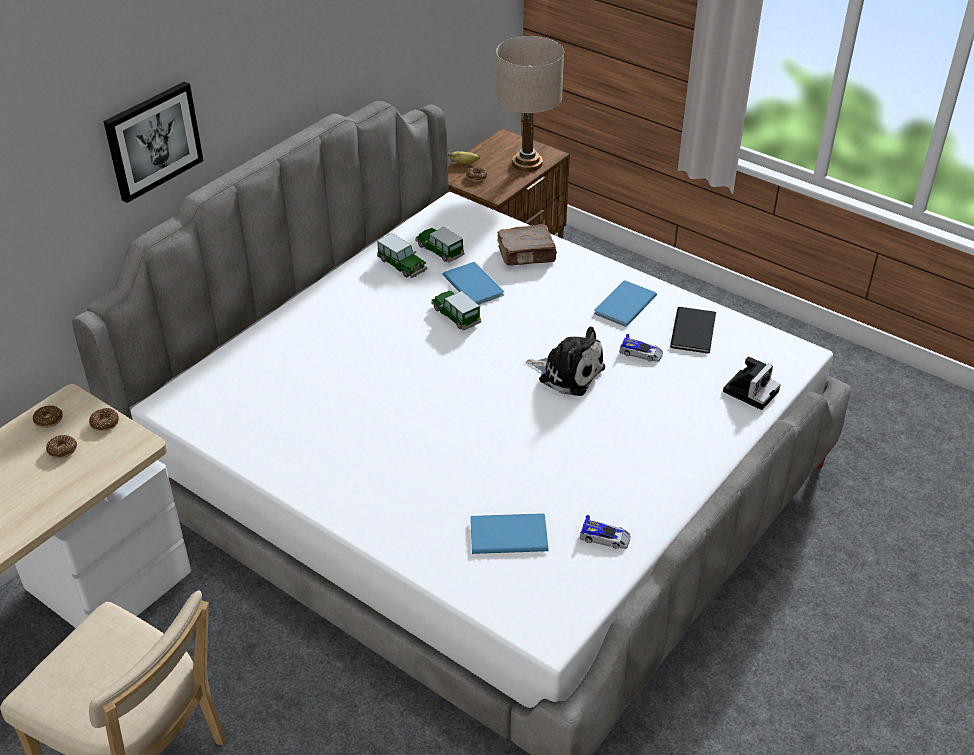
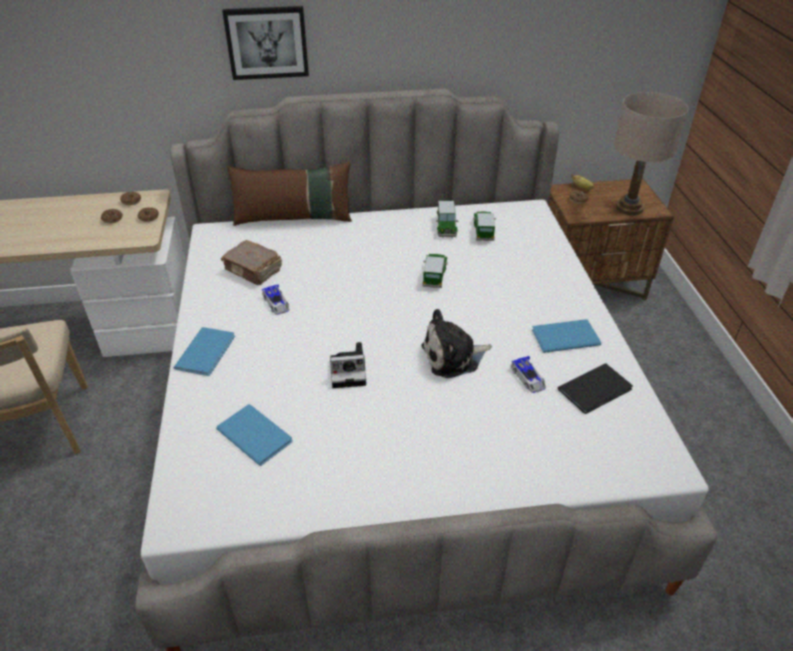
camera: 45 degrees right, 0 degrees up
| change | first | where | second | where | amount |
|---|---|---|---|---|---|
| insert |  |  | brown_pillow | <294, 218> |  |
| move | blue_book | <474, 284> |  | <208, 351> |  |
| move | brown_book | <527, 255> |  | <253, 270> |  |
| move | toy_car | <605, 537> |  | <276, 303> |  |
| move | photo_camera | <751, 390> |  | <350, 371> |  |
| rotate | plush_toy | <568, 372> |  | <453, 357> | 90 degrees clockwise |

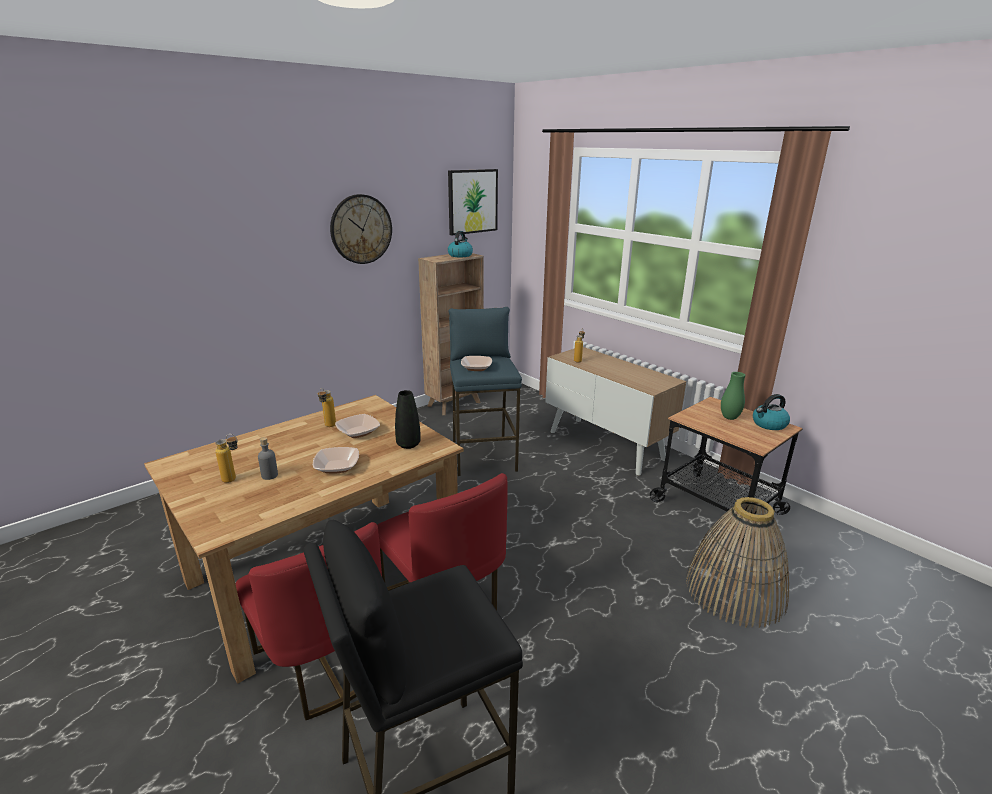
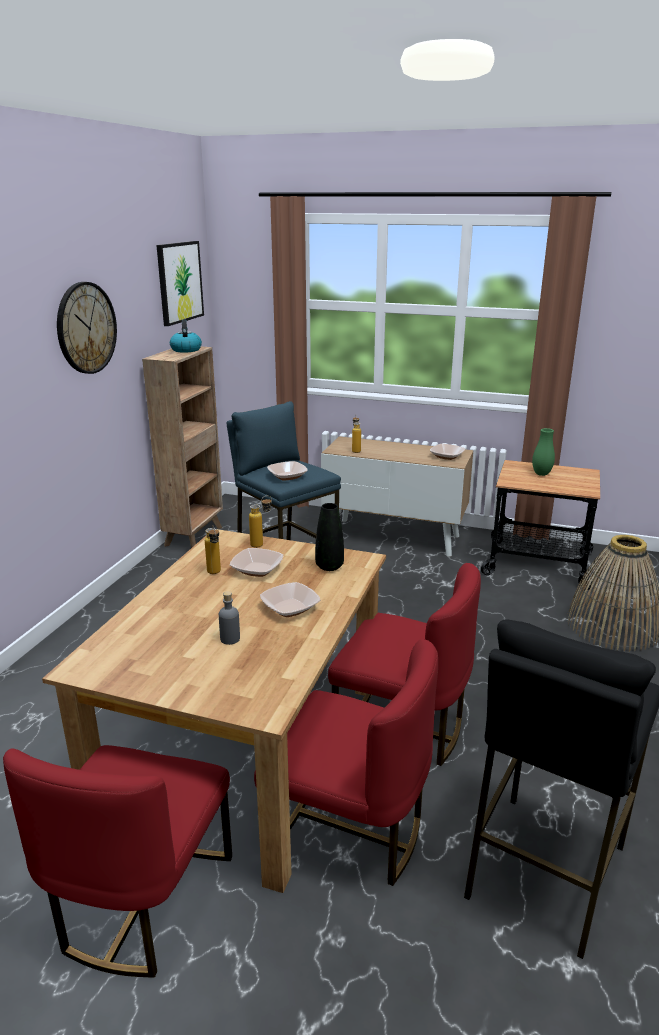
camera: 30 degrees left, 0 degrees up
| change | first | where | second | where | amount |
|---|---|---|---|---|---|
| delete | kettle | <769, 424> |  |  |  |
| insert |  |  | red_chair | <141, 900> |  |
| insert |  |  | bowl | <447, 456> |  |
| move | bottle | <234, 480> |  | <262, 544> |  |

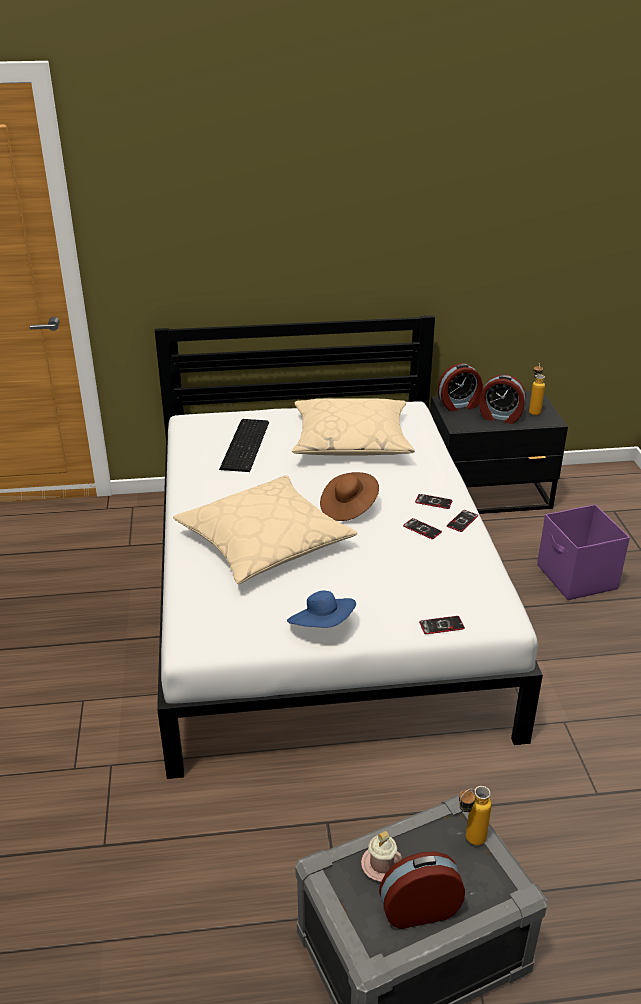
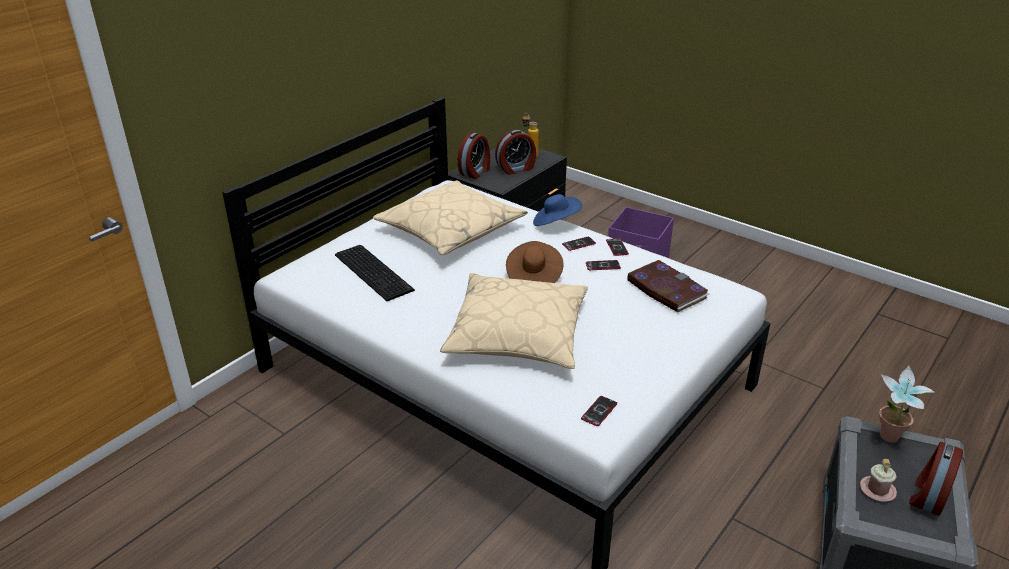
camera: 45 degrees left, 0 degrees up
| change | first | where | second | where | amount |
|---|---|---|---|---|---|
| insert |  |  | book | <666, 289> |  |
| move | blue_hat | <322, 626> |  | <555, 223> |  |
| move | phone | <441, 626> |  | <599, 411> |  |
| replace | bottle | <468, 841> | potted_plant | <888, 441> |  |

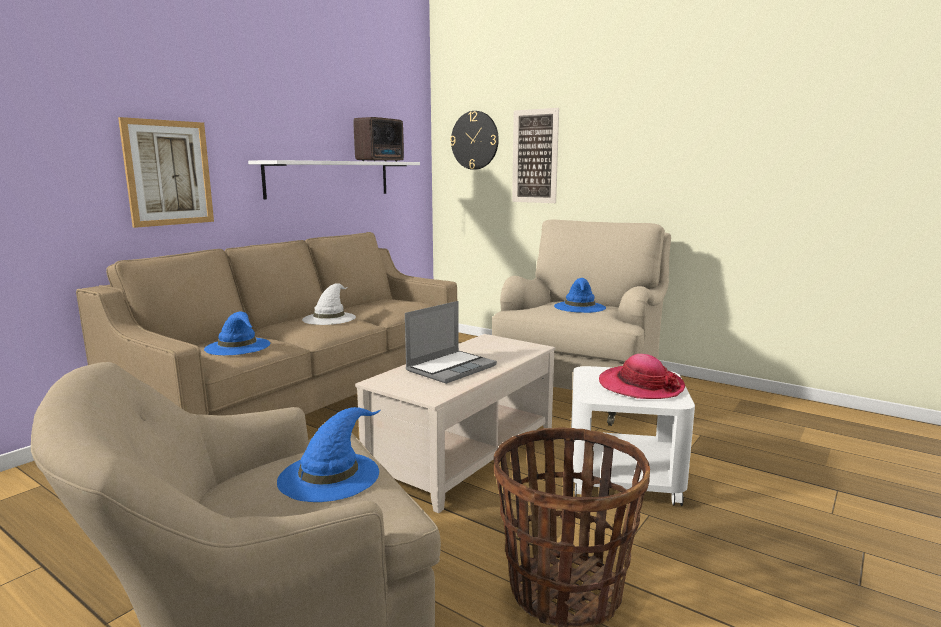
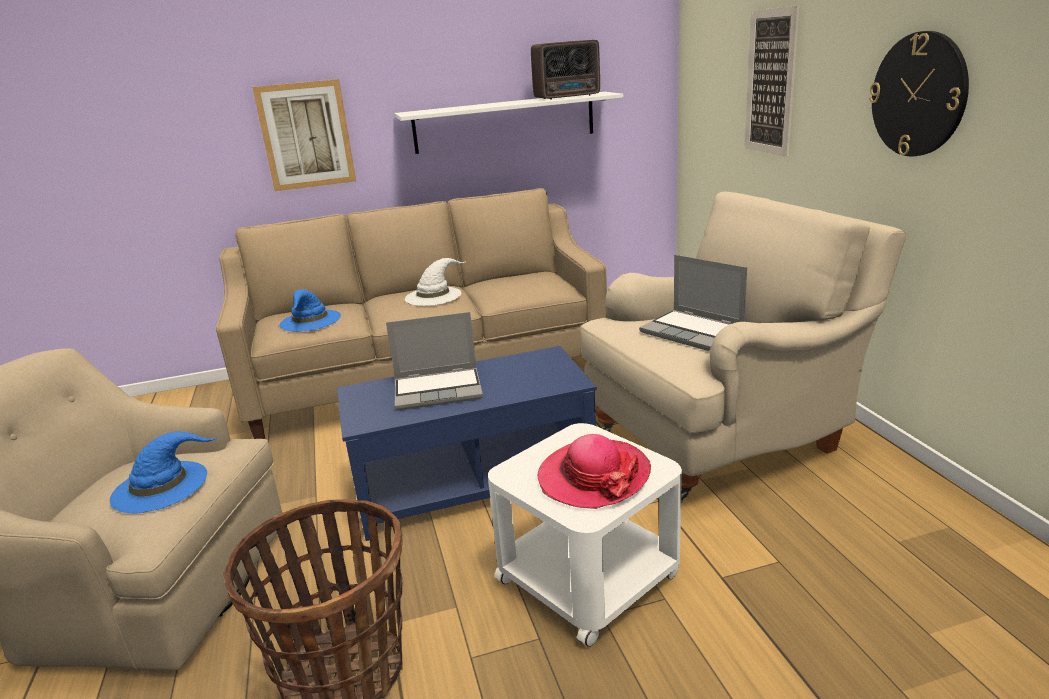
camera: 40 degrees right, 10 degrees up
| change | first | where | second | where | amount |
|---|---|---|---|---|---|
| move | wall_clock | <474, 140> |  | <918, 95> |  |
| replace | blue_hat | <580, 307> | laptop | <693, 332> |  |
| recolor | beige_coffee_table | <464, 454> | blue_coffee_table | <474, 483> |  |

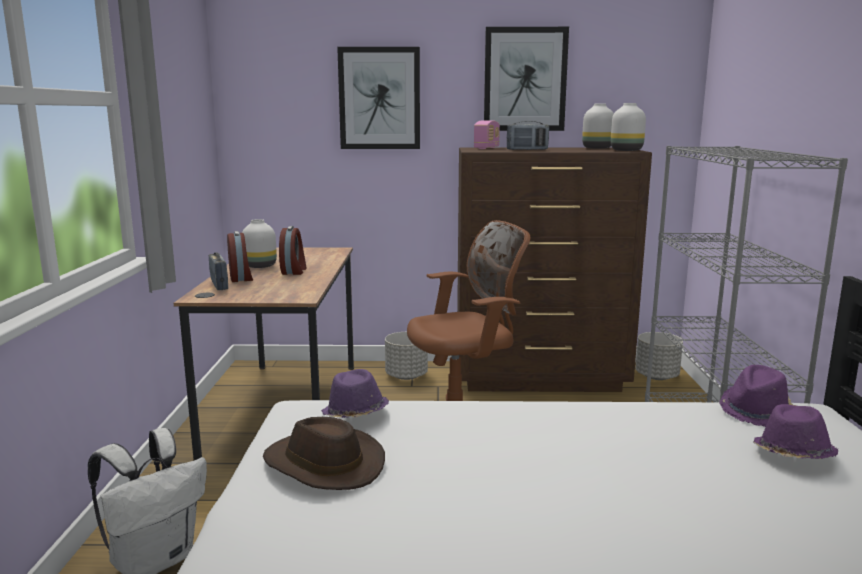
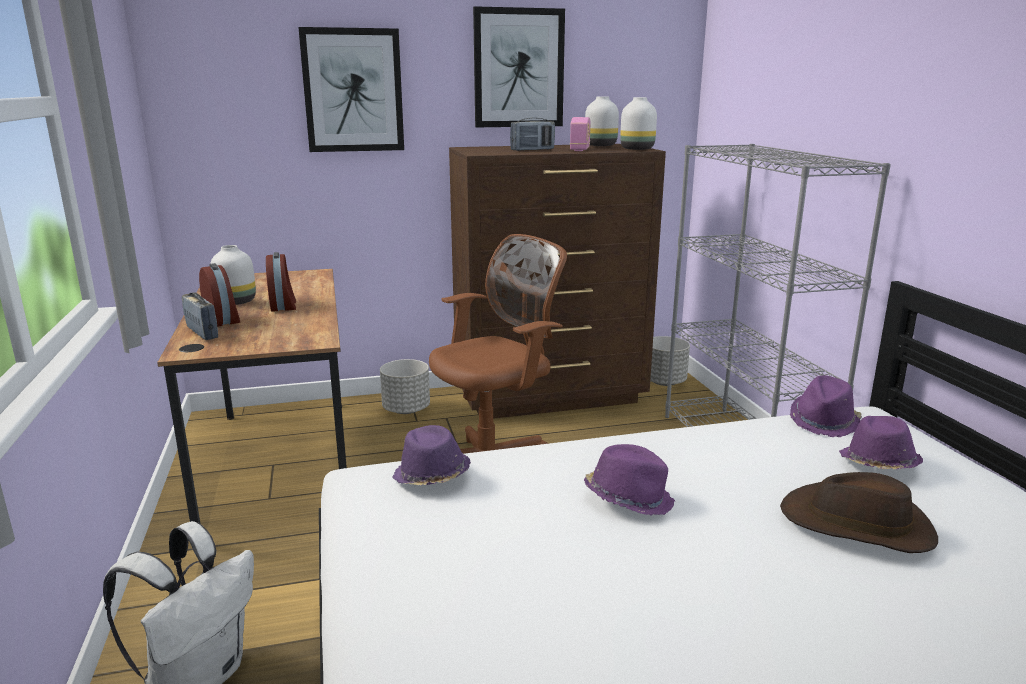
camera: 15 degrees left, 5 degrees up
| change | first | where | second | where | amount |
|---|---|---|---|---|---|
| insert |  |  | purple_hat | <628, 498> |  |
| move | brown_hat | <322, 465> |  | <857, 525> |  |
| move | radio | <486, 148> |  | <580, 149> |  |

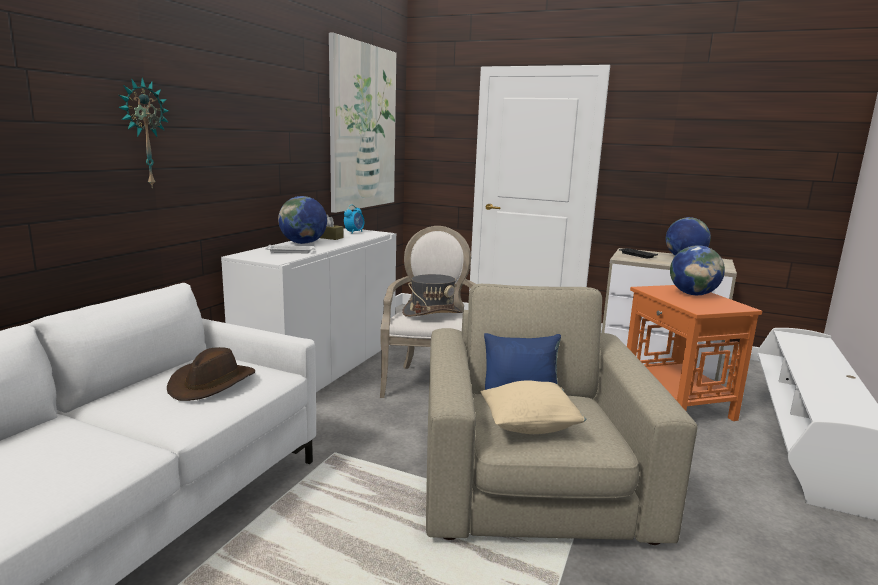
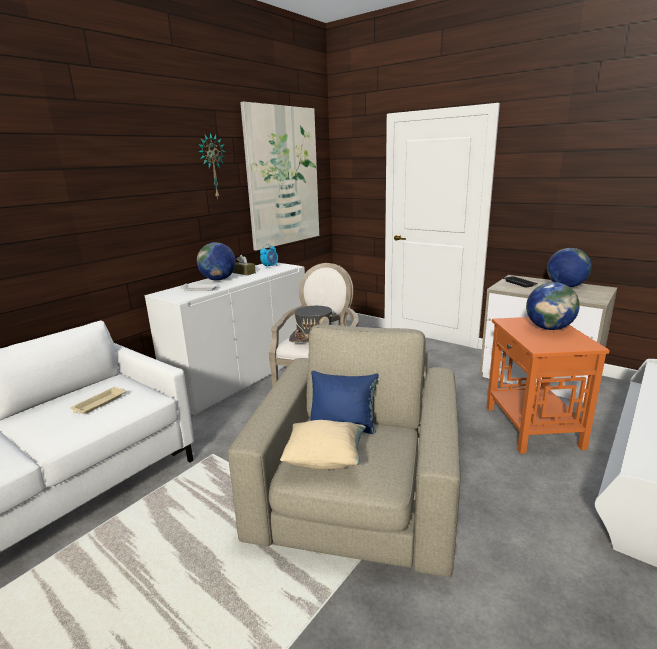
camera: 15 degrees right, 5 degrees up
| change | first | where | second | where | amount |
|---|---|---|---|---|---|
| move | wall_clock | <143, 133> |  | <212, 166> |  |
| replace | brown_hat | <212, 383> | beige_tray | <98, 403> |  |

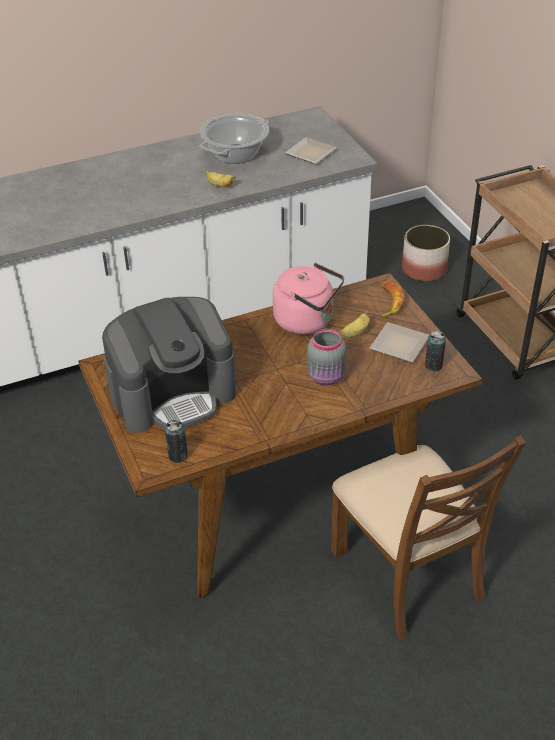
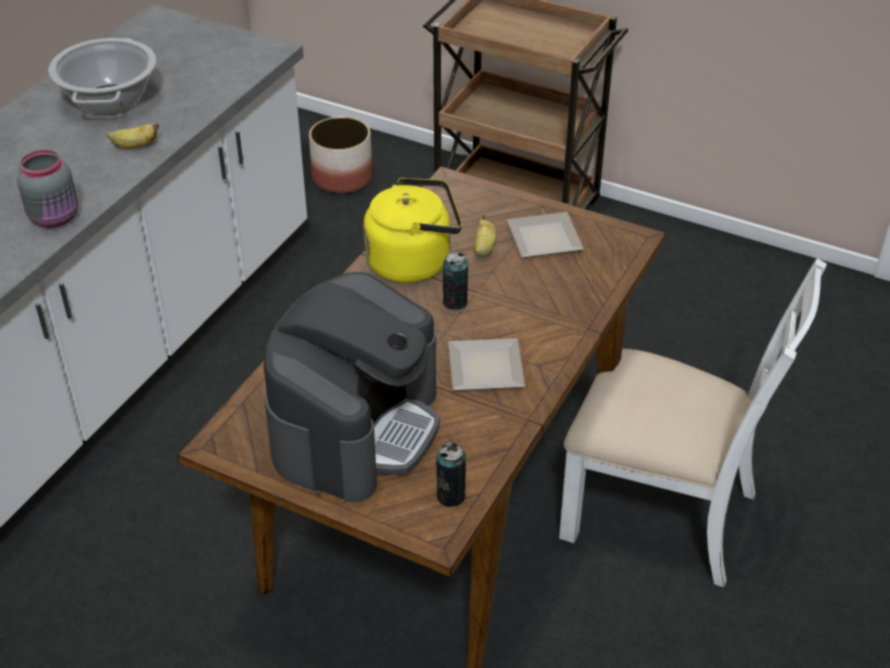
camera: 40 degrees left, 0 degrees up
| change | first | where | second | where | amount |
|---|---|---|---|---|---|
| delete | banana | <388, 302> |  |  |  |
| move | plate | <312, 153> |  | <488, 366> |  |
| move | grey_jar | <327, 377> |  | <56, 218> |  |
| move | can | <433, 365> |  | <455, 302> |  |
| recolor | pink_kettle | <307, 321> | yellow_kettle | <414, 262> |  |
| recolor | brown_chair | <409, 574> | white_chair | <662, 513> |  |

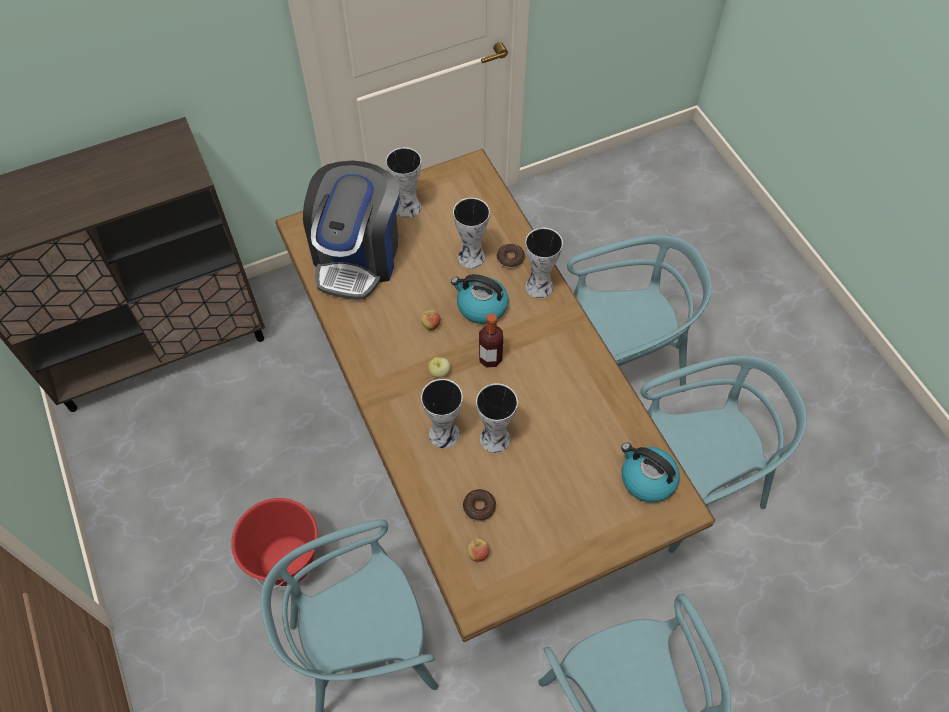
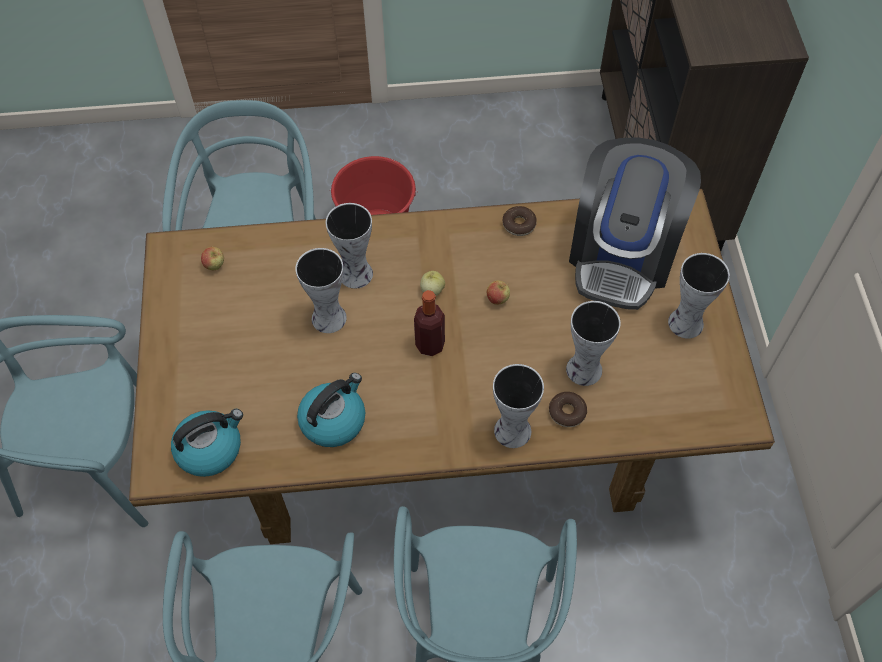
camera: 110 degrees right, 0 degrees up
| change | first | where | second | where | amount |
|---|---|---|---|---|---|
| move | kettle | <481, 306> |  | <333, 420> |  |
| move | donut | <479, 507> |  | <519, 224> |  |
| rotate | coffee_machine | <358, 256> |  | <622, 254> | 105 degrees counterclockwise |

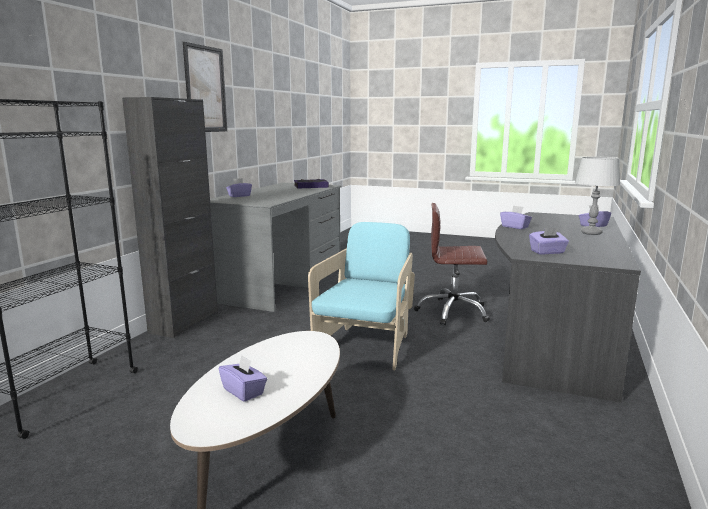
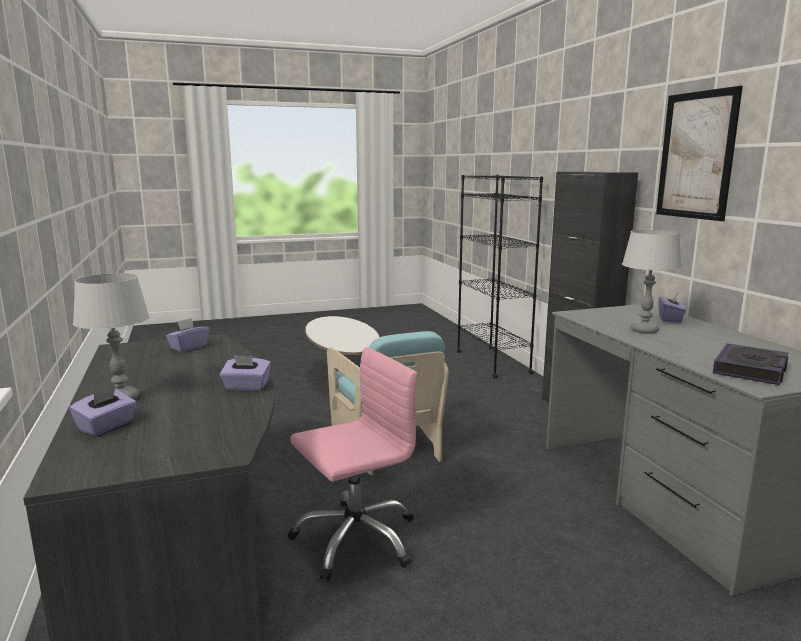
camera: 140 degrees right, 0 degrees up
| change | first | where | second | where | amount |
|---|---|---|---|---|---|
| delete | purple_tissue_box | <244, 391> |  |  |  |
| insert |  |  | grey_table_lamp | <644, 330> |  |
| recolor | brown_office_chair | <452, 312> | pink_office_chair | <355, 539> |  |

